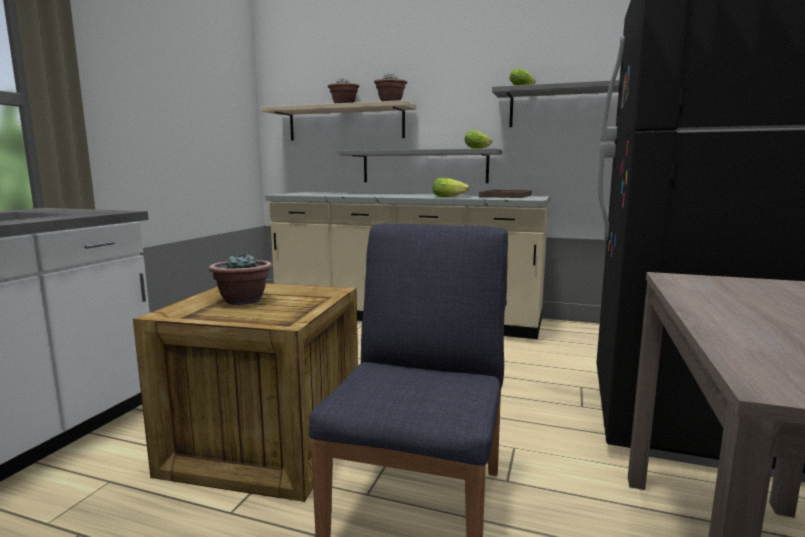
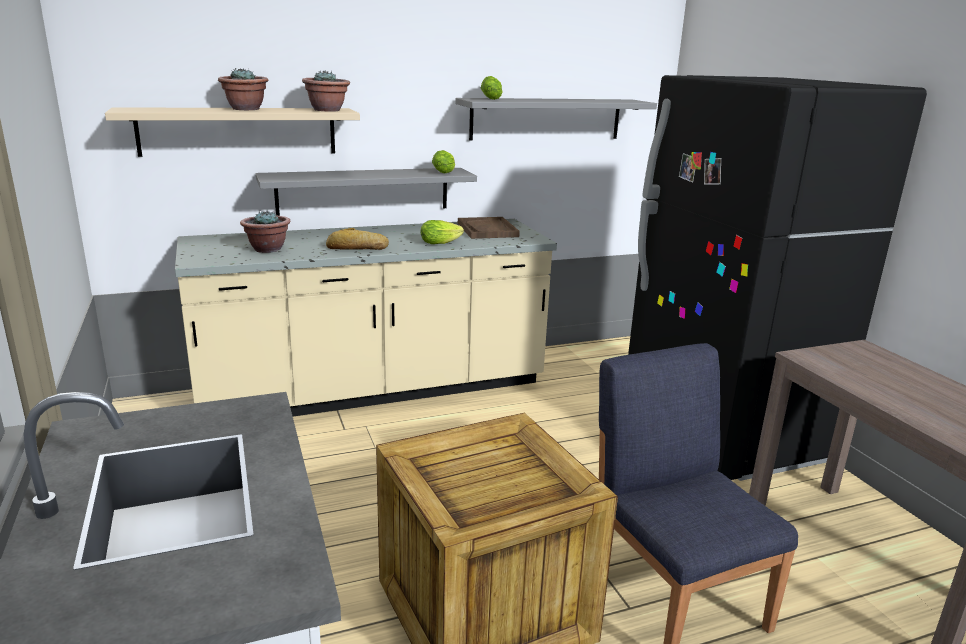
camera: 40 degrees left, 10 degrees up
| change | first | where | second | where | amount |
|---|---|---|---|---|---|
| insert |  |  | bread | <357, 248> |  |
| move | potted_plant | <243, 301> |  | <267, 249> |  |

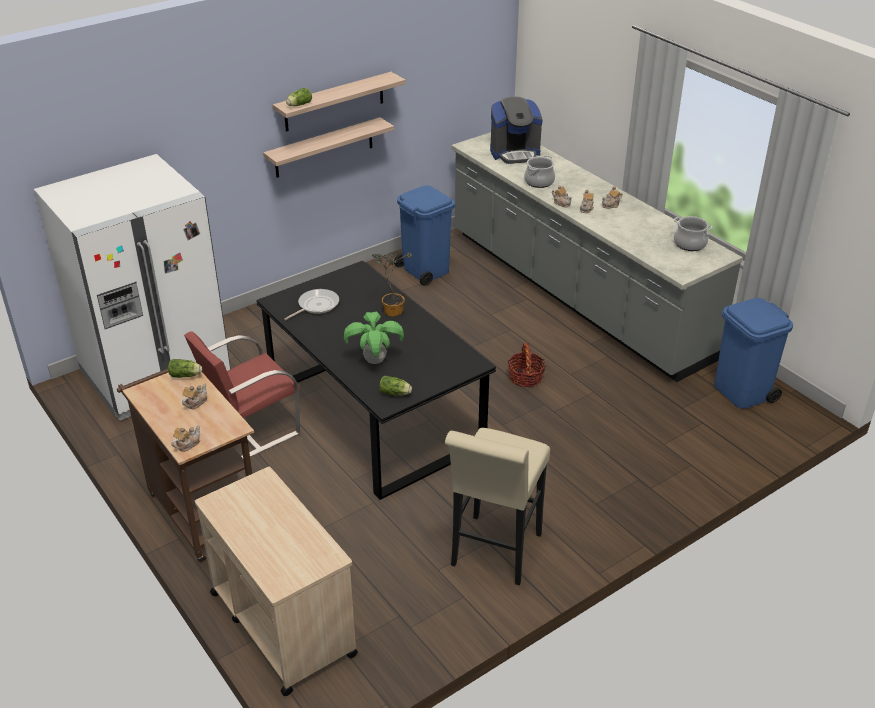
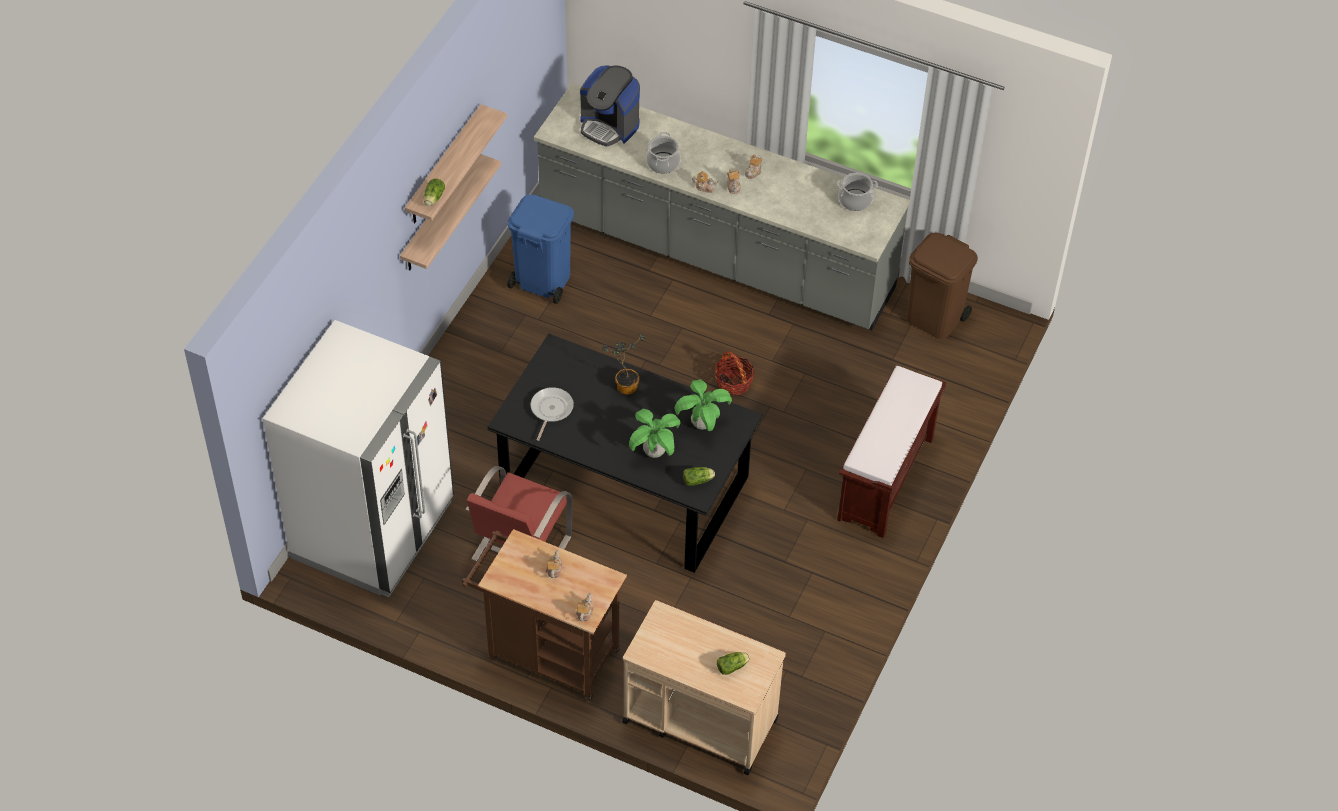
camera: 30 degrees left, 15 degrees up
| change | first | where | second | where | amount |
|---|---|---|---|---|---|
| delete | beige_stool | <494, 554> |  |  |  |
| insert |  |  | potted_plant | <702, 424> |  |
| insert |  |  | brown_bench | <885, 480> |  |
| move | lettuce | <186, 375> |  | <733, 666> |  |
| recolor | blue_trash_can | <742, 392> | brown_trash_can | <934, 319> |  |
| rotate | coffee_machine | <515, 153> |  | <609, 125> | 75 degrees clockwise |

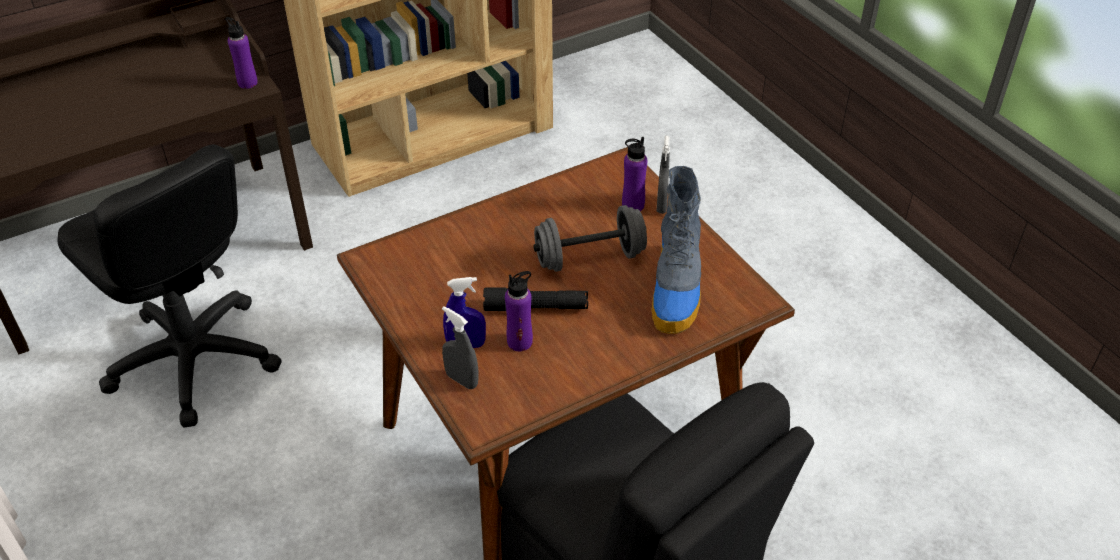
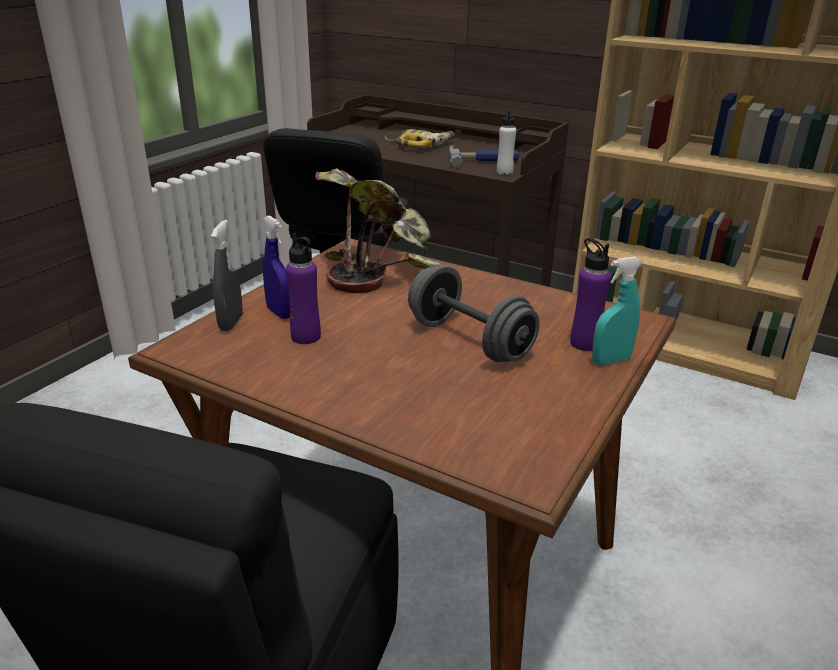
camera: 60 degrees right, 15 degrees down
| change | first | where | second | where | amount |
|---|---|---|---|---|---|
| delete | black_flashlight | <536, 307> |  |  |  |
| delete | boot | <676, 290> |  |  |  |
| insert |  |  | potted_plant | <377, 267> |  |
| insert |  |  | power_drill | <421, 145> |  |
| insert |  |  | hammer | <482, 160> |  |
| recolor | purple_bottle | <247, 83> | white_bottle | <504, 172> |  |
| recolor | grey_spray_bottle | <661, 205> | turquoise_spray_bottle | <611, 360> |  |

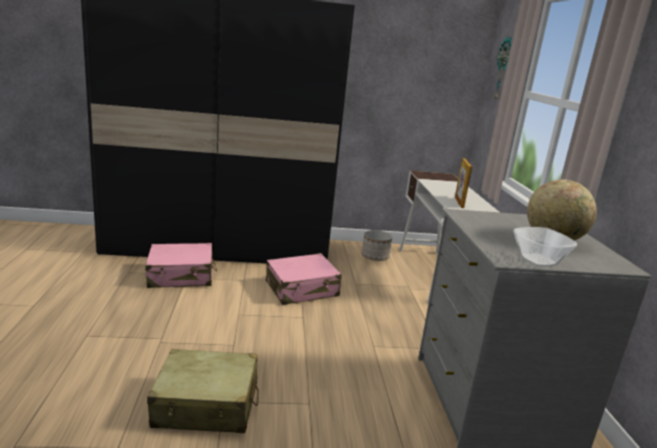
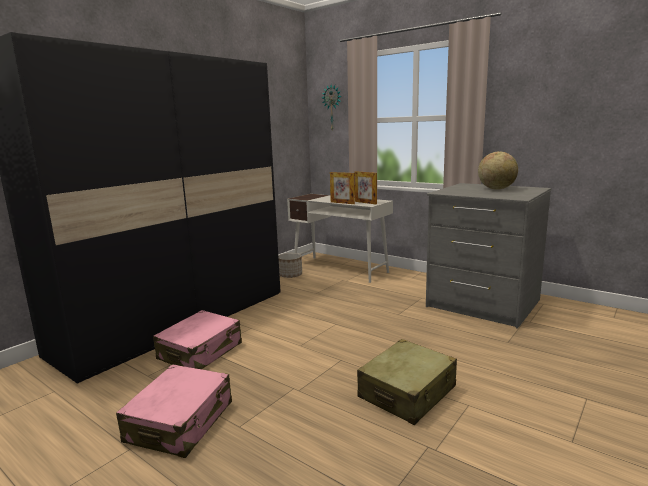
camera: 45 degrees left, 5 degrees down
| change | first | where | second | where | amount |
|---|---|---|---|---|---|
| delete | bowl | <538, 261> |  |  |  |
| insert |  |  | picture_frame | <342, 203> |  |
| move | pink_suitcase | <302, 289> |  | <180, 422> |  |

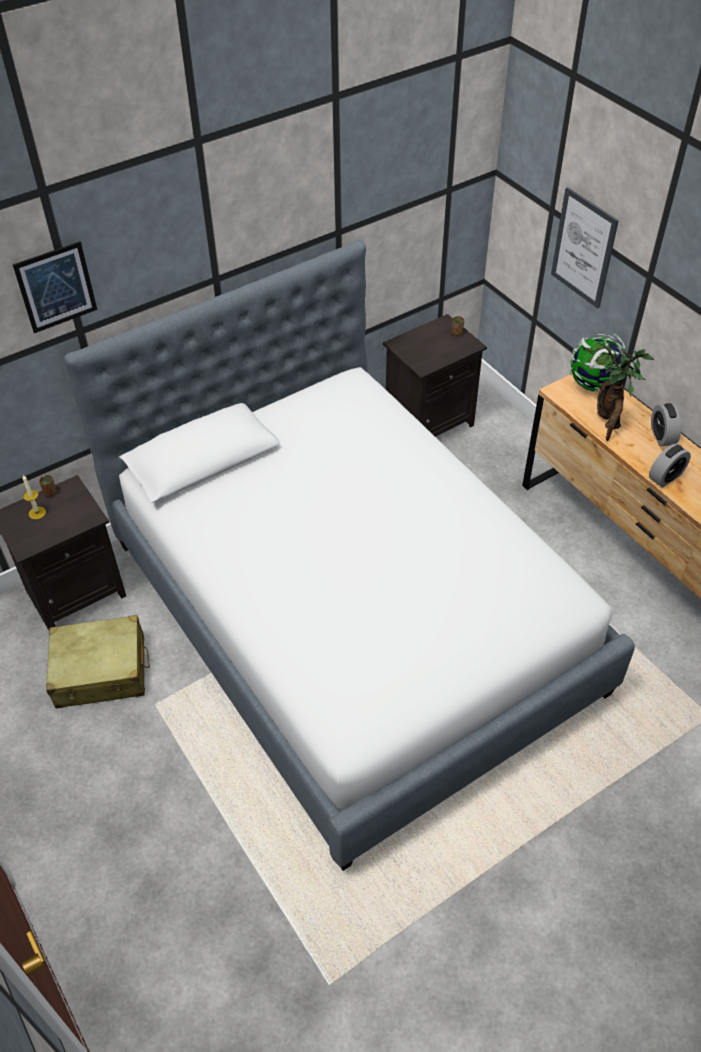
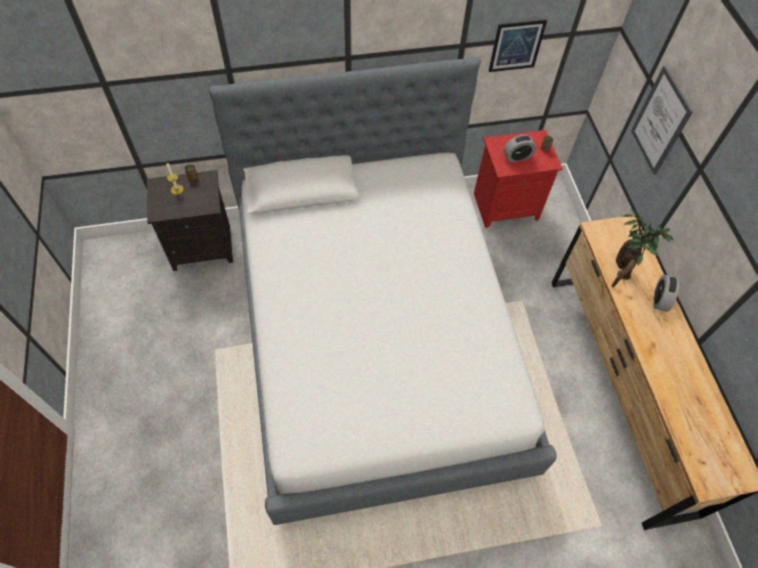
camera: 20 degrees right, 10 degrees up
| change | first | where | second | where | amount |
|---|---|---|---|---|---|
| delete | beige_suitcase | <101, 671> |  |  |  |
| delete | globe | <593, 384> |  |  |  |
| move | picture | <56, 287> |  | <516, 46> |  |
| move | alarm_clock | <665, 477> |  | <517, 157> |  |
| recolor | black_nightstand | <429, 422> | red_nightstand | <506, 205> |  |

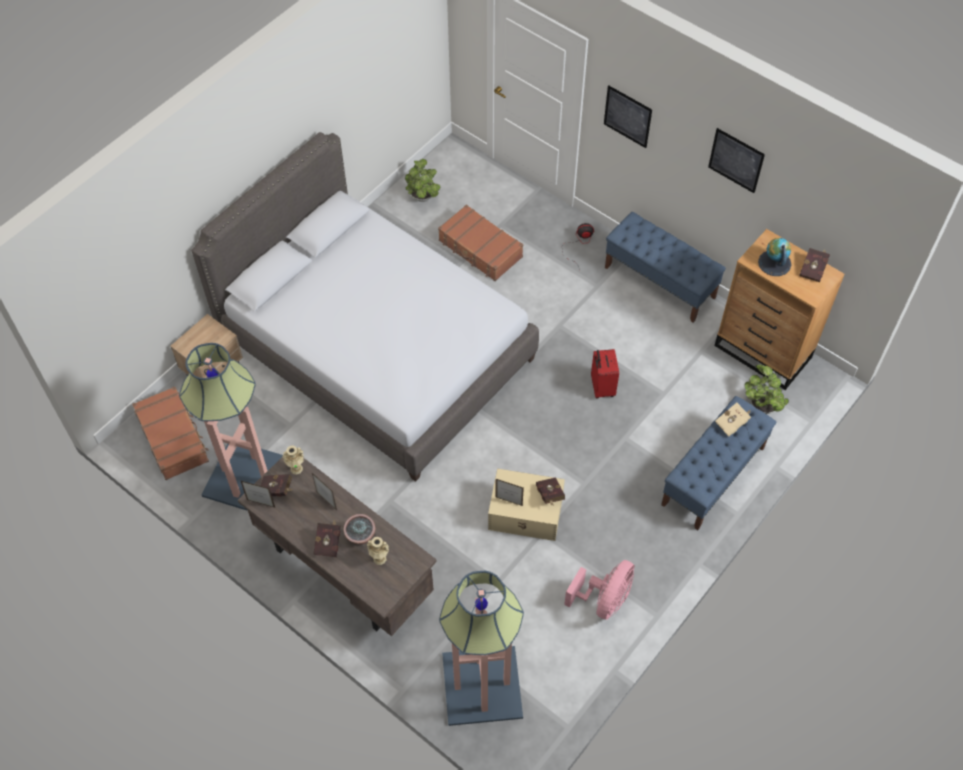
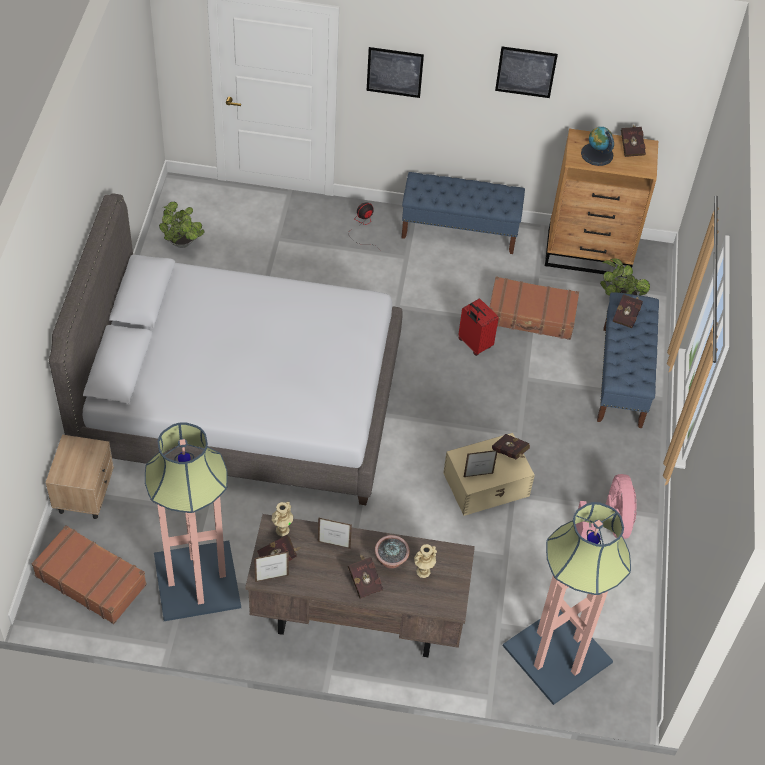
camera: 35 degrees left, 5 degrees down
| change | first | where | second | where | amount |
|---|---|---|---|---|---|
| move | brown_suitcase | <480, 249> |  | <531, 316> |  |
| recolor | beige_book | <733, 423> | red_book | <627, 316> |  |

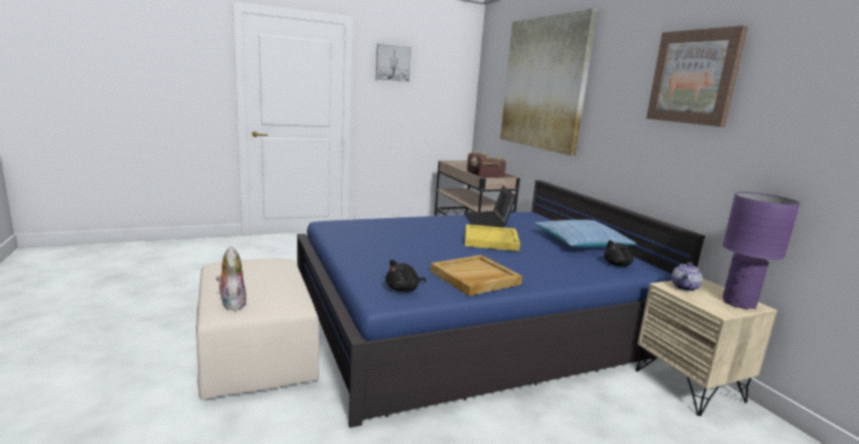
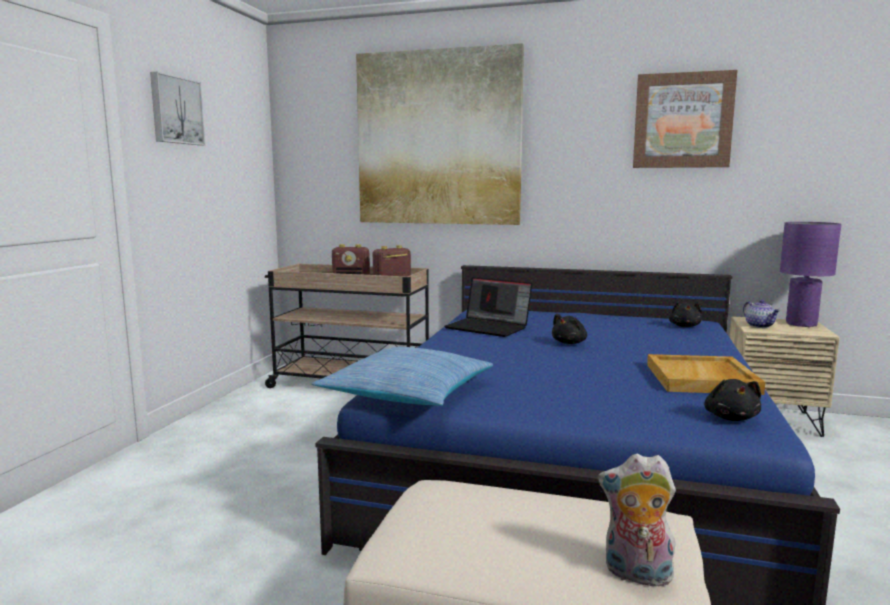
camera: 50 degrees left, 5 degrees down
| change | first | where | second | where | amount |
|---|---|---|---|---|---|
| move | pillow | <581, 243> |  | <407, 393> |  |
| replace | yellow_tray | <491, 240> | black_plush_toy | <570, 343> |  |

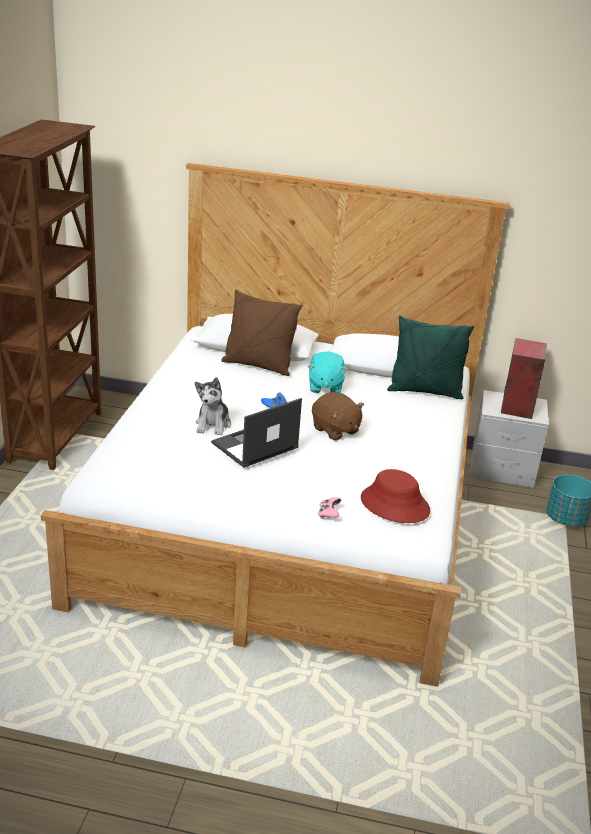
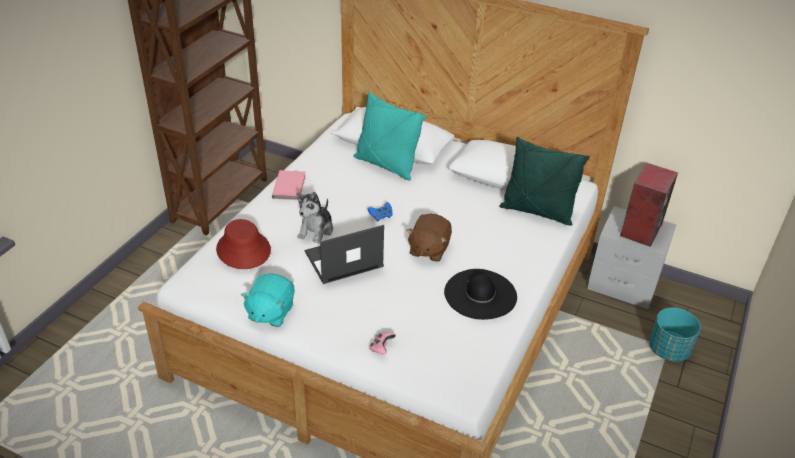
camera: 15 degrees right, 10 degrees up
| change | first | where | second | where | amount |
|---|---|---|---|---|---|
| insert |  |  | pink_book | <290, 186> |  |
| insert |  |  | black_hat | <480, 294> |  |
| move | turquoise_plush_toy | <325, 387> |  | <270, 312> |  |
| move | red_hat | <394, 505> |  | <243, 250> |  |
| recolor | brown_pillow | <258, 366> | turquoise_pillow | <386, 165> |  |
| rotate | brown_plush_toy | <335, 430> |  | <428, 249> | 45 degrees clockwise |

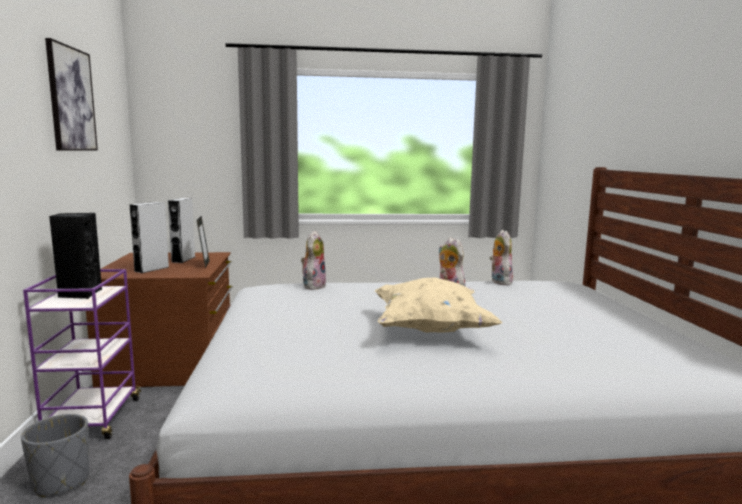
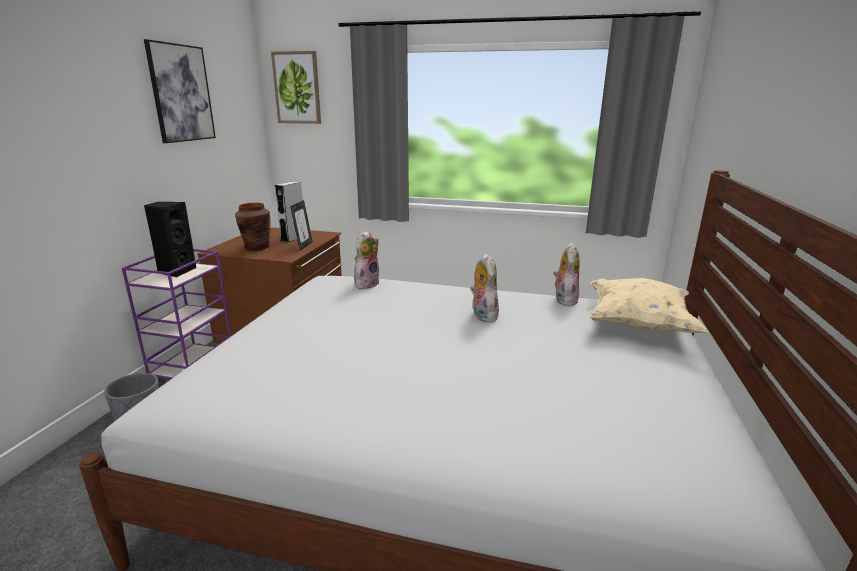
camera: 20 degrees right, 10 degrees up
| change | first | where | second | where | amount |
|---|---|---|---|---|---|
| insert |  |  | picture | <297, 88> |  |
| move | beige_pillow | <430, 329> |  | <637, 324> |  |
| replace | grey_speaker | <151, 269> | brown_vase | <257, 248> |  |

